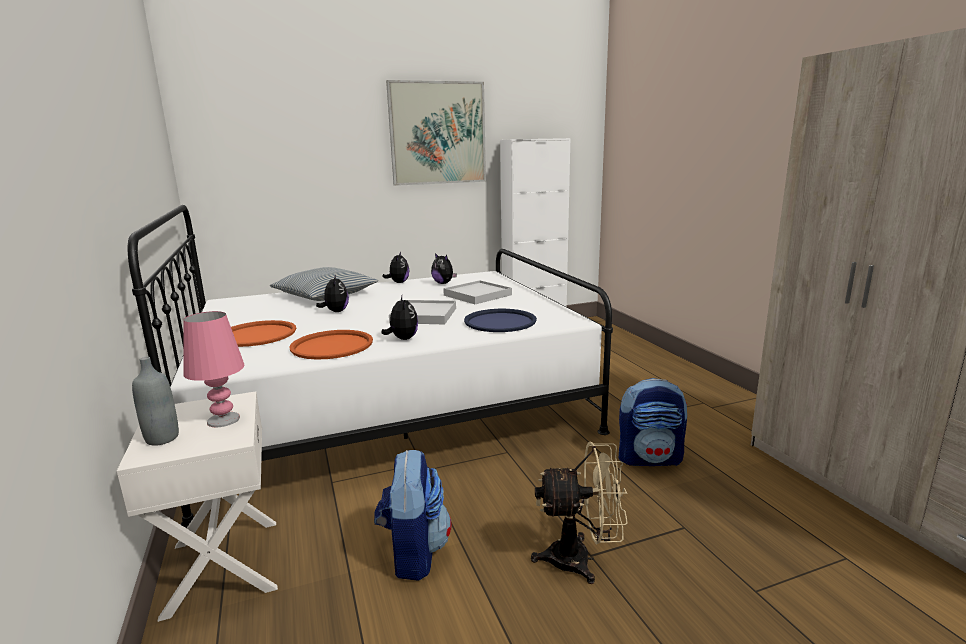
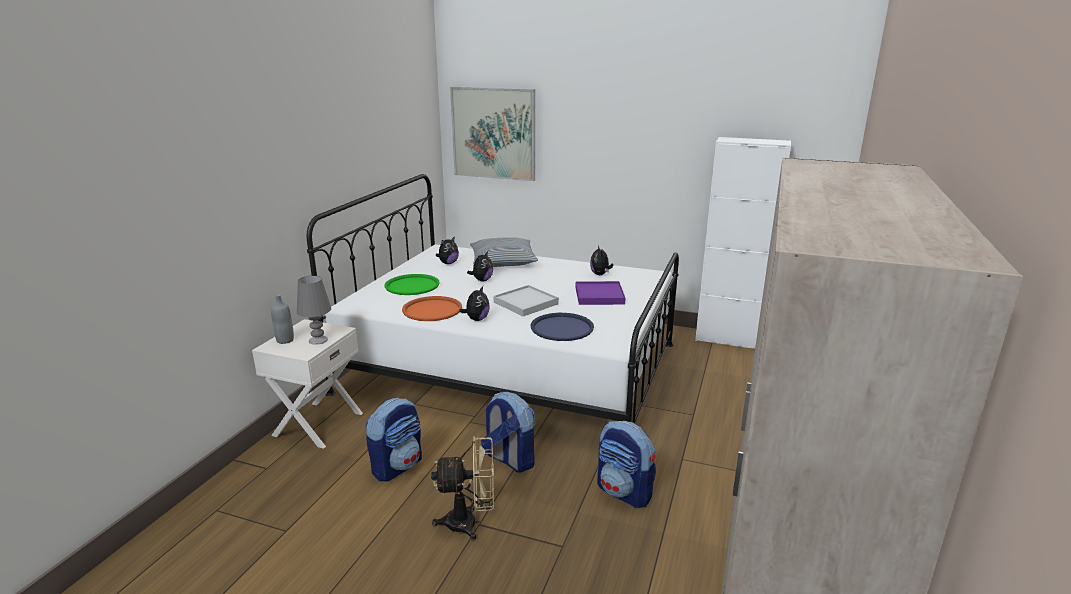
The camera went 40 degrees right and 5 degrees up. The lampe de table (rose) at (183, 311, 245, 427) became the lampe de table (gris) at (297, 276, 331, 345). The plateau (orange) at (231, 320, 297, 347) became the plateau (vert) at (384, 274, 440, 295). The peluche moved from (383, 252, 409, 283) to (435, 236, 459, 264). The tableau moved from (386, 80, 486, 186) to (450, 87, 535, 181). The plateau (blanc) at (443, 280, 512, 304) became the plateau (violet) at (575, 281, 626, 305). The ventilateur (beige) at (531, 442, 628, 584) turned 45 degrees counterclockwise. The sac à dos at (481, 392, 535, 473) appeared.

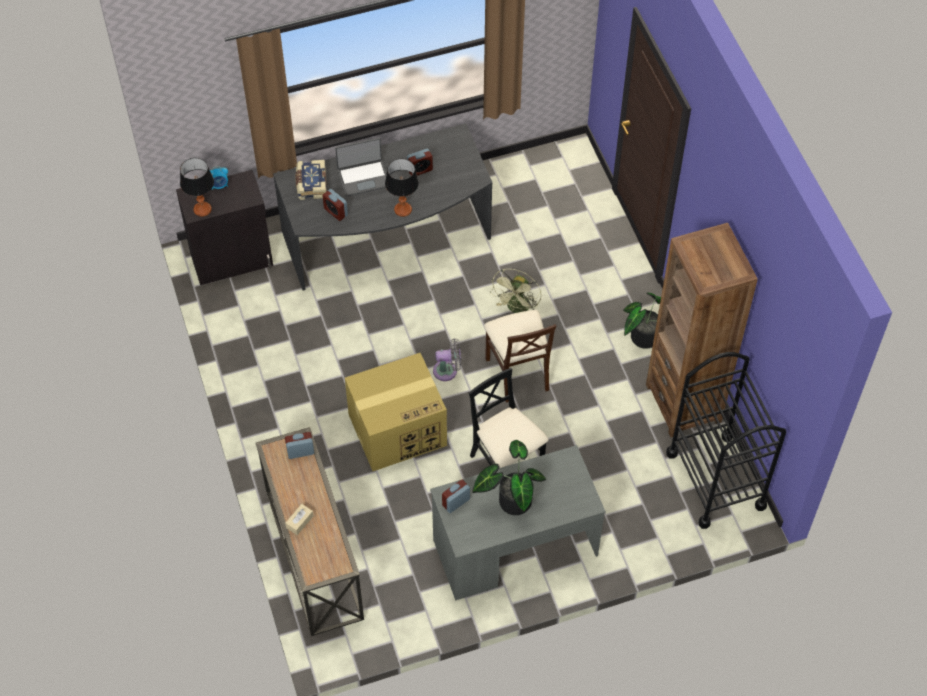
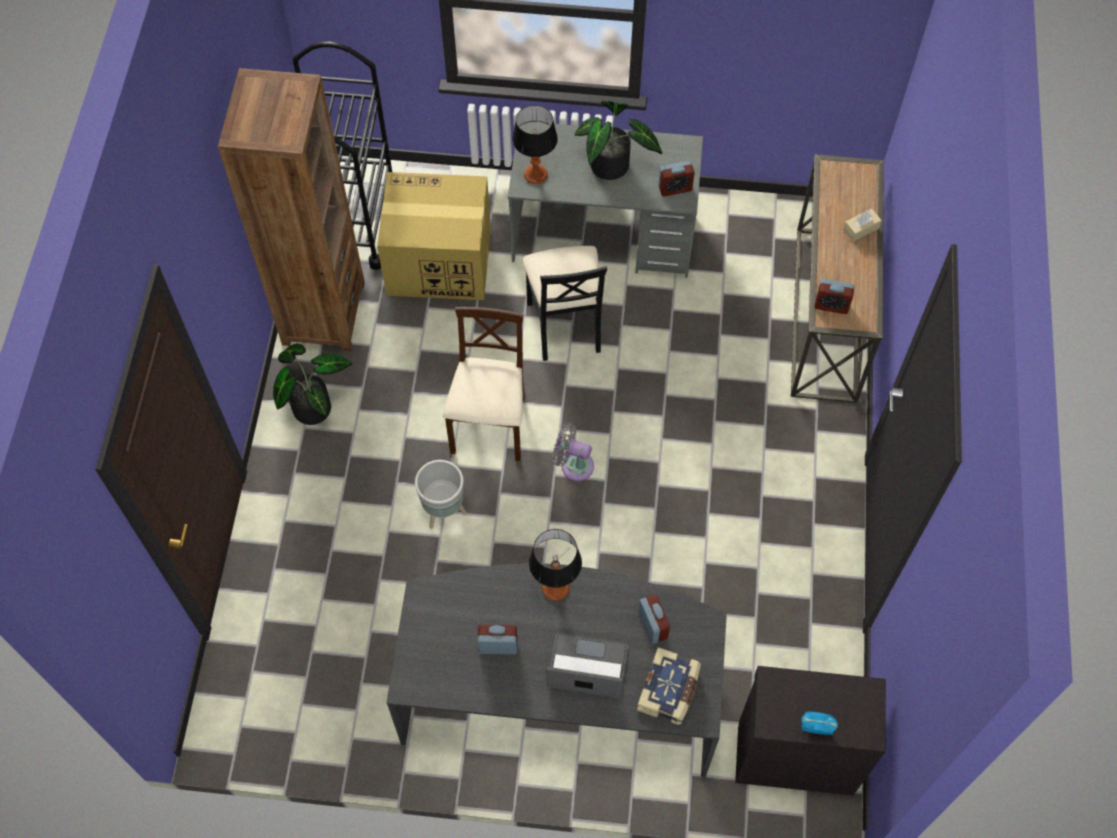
The camera went 155 degrees left and 5 degrees up. The lampe de table moved from (180, 158, 214, 217) to (512, 105, 558, 184). The carton moved from (345, 353, 447, 471) to (377, 172, 491, 300). The ventilateur (vert) at (490, 269, 541, 313) was replaced by the cache-pot (gris) at (415, 460, 467, 529).

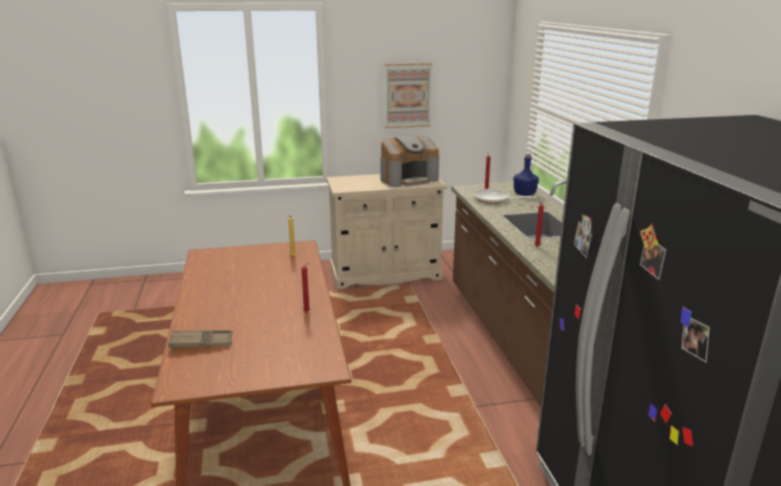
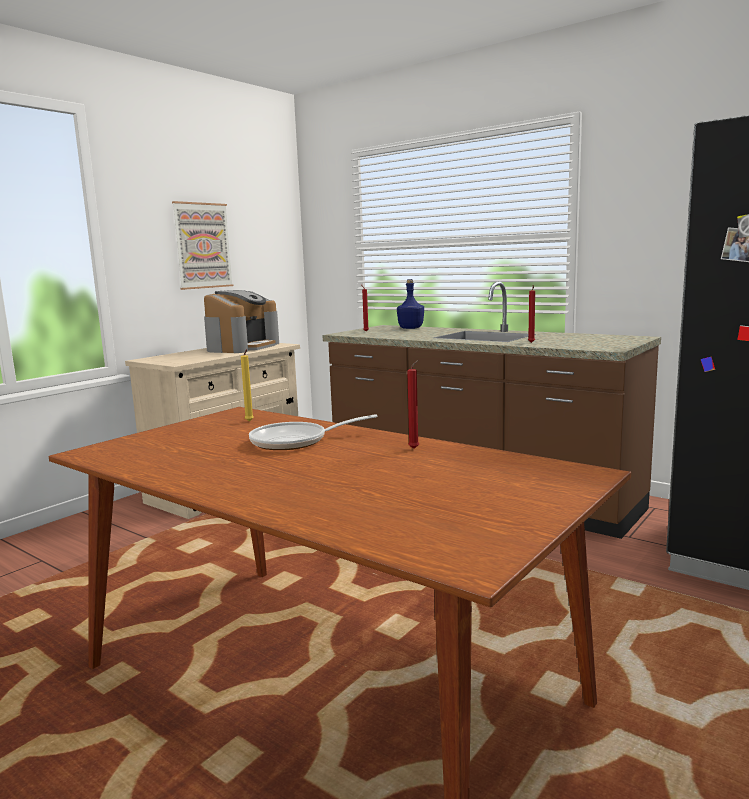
The camera went 40 degrees left and 10 degrees down. The plateau (marron) at (168, 330, 232, 349) disappeared. The poêle moved from (474, 189, 536, 204) to (249, 414, 377, 450).

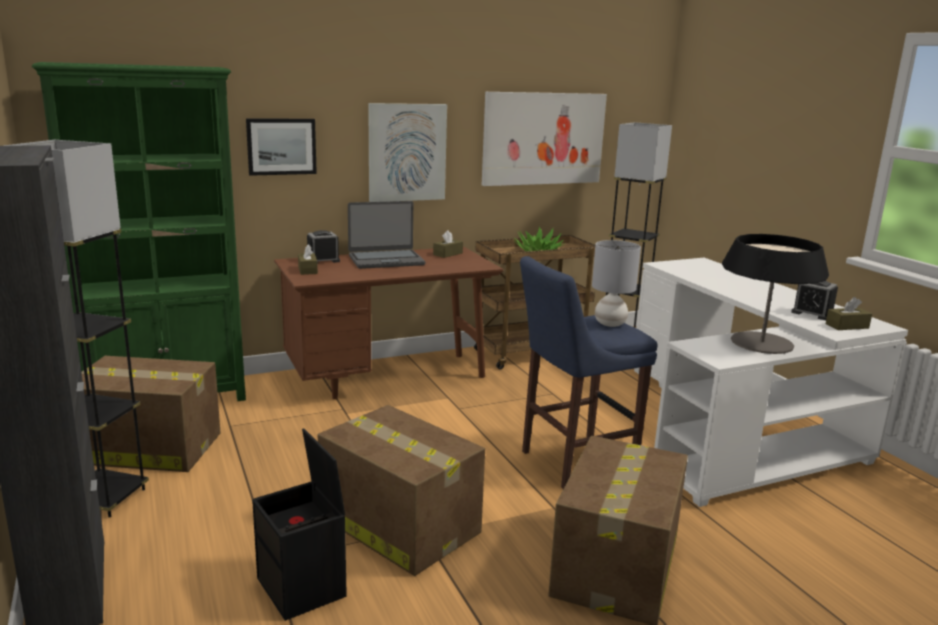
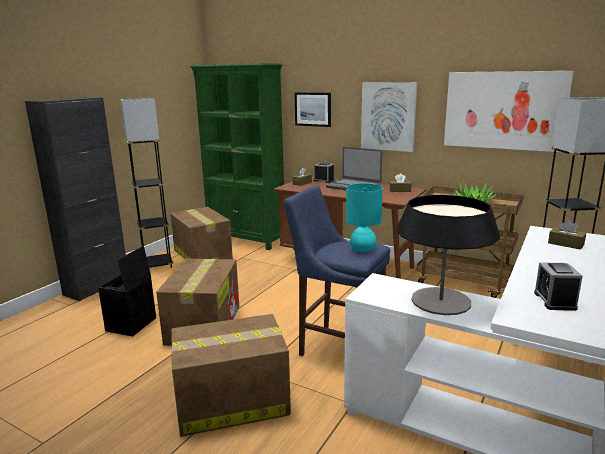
The camera went 55 degrees right and 0 degrees up. The lampe de table (gris) at (592, 240, 641, 327) became the lampe de table (turquoise) at (346, 183, 383, 252). The boîte à mouchoirs (marron) moved from (826, 297, 872, 330) to (548, 220, 586, 250).

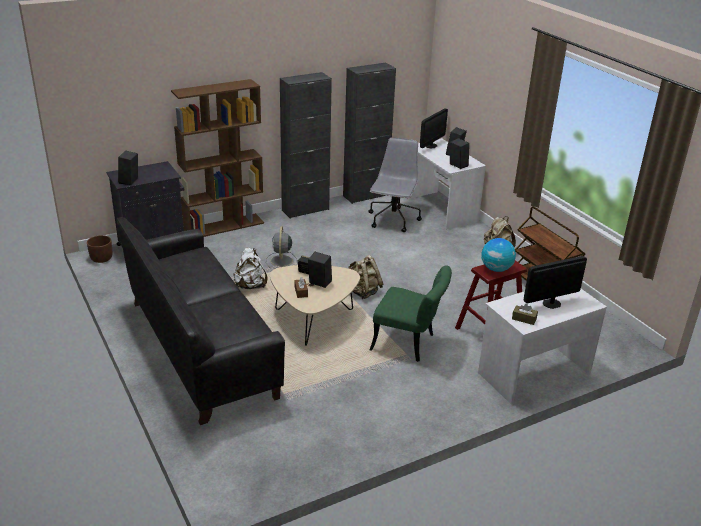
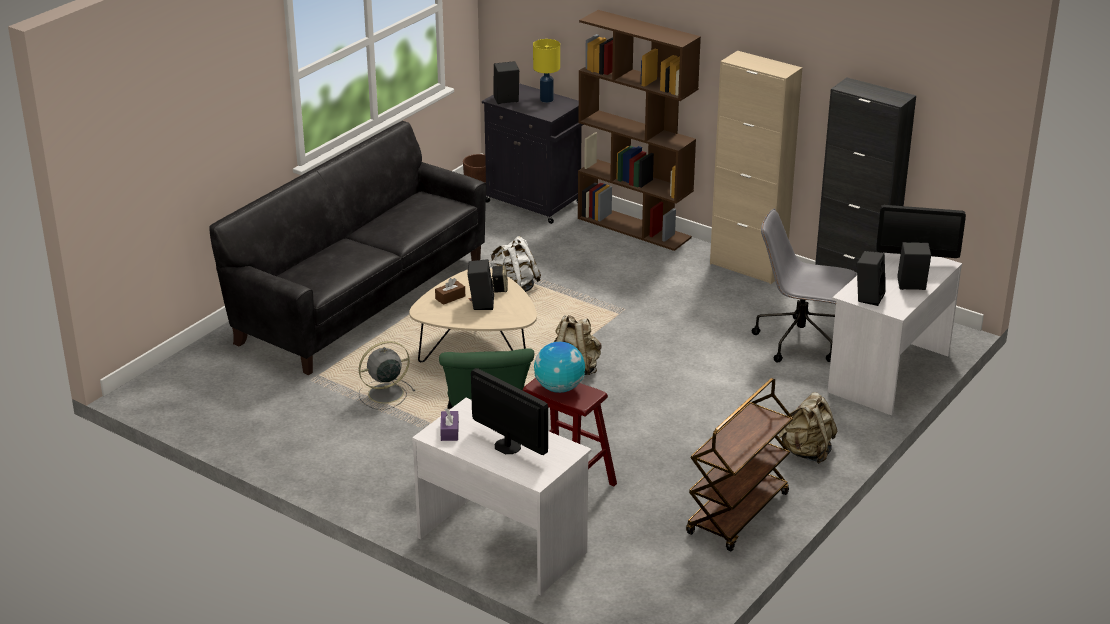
The camera went 65 degrees right and 0 degrees up. The ventilateur (gris) moved from (266, 226, 298, 269) to (359, 341, 415, 410). The meuble de rangement (noir) at (280, 72, 332, 219) became the meuble de rangement (beige) at (710, 51, 802, 284). The chaise de bureau (gris) at (368, 137, 422, 232) turned 150 degrees counterclockwise. The boîte à mouchoirs (marron) at (512, 304, 538, 325) became the boîte à mouchoirs (violet) at (440, 408, 459, 441). The lampe de table (jaune) at (533, 39, 560, 103) appeared.

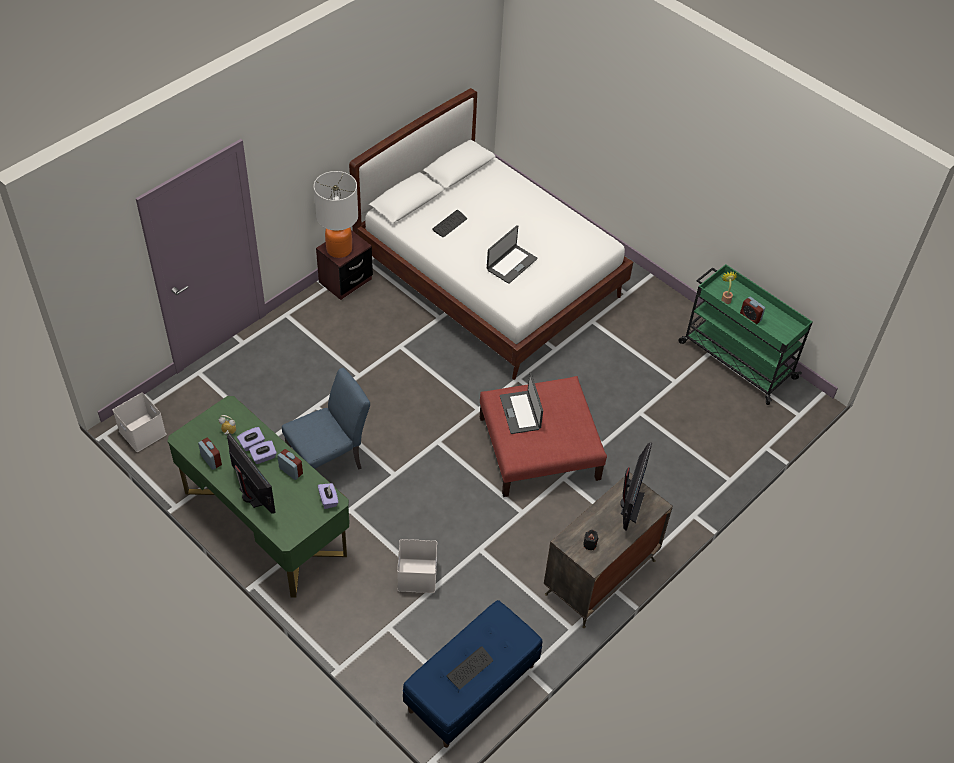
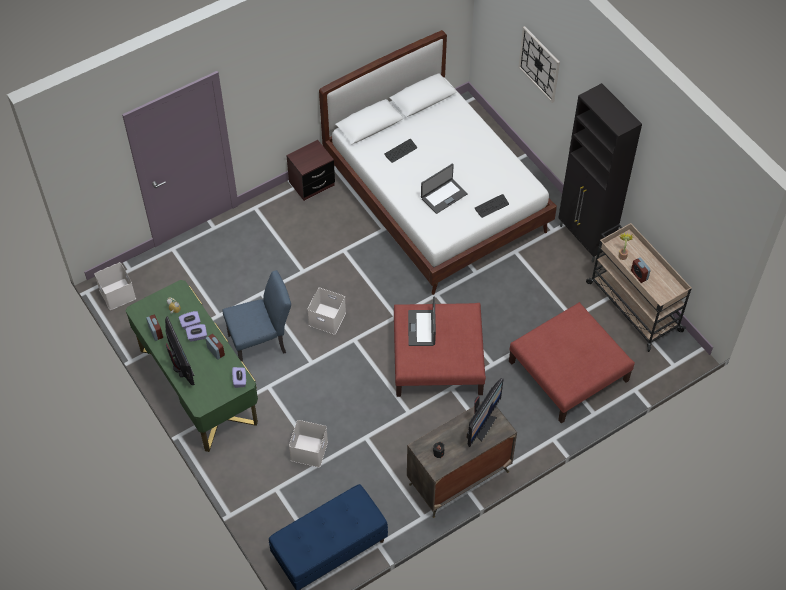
The camera went 15 degrees right and 5 degrees up. The lampe de table at (314, 171, 358, 258) disappeared. The clavier moved from (447, 646, 493, 690) to (475, 194, 509, 218). The chariot (vert) at (679, 264, 813, 405) became the chariot (beige) at (586, 223, 692, 352). The boîte de rangement (blanc) at (307, 288, 346, 335) appeared. The pouf (rouge) at (509, 302, 635, 423) appeared. The horloge murale at (518, 26, 560, 103) appeared. The meuble de rangement (noir) at (558, 83, 642, 263) appeared.

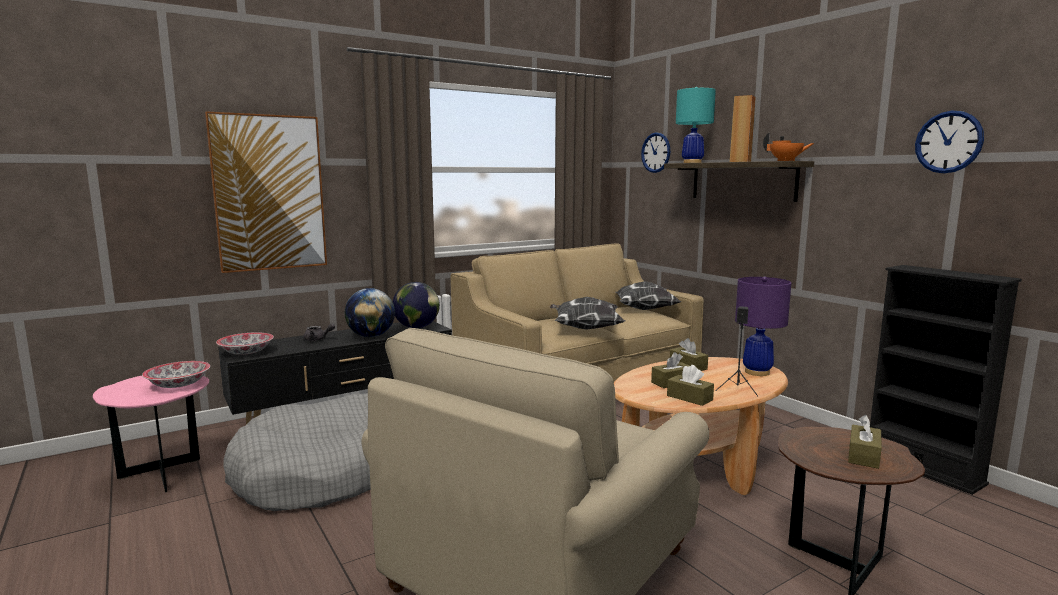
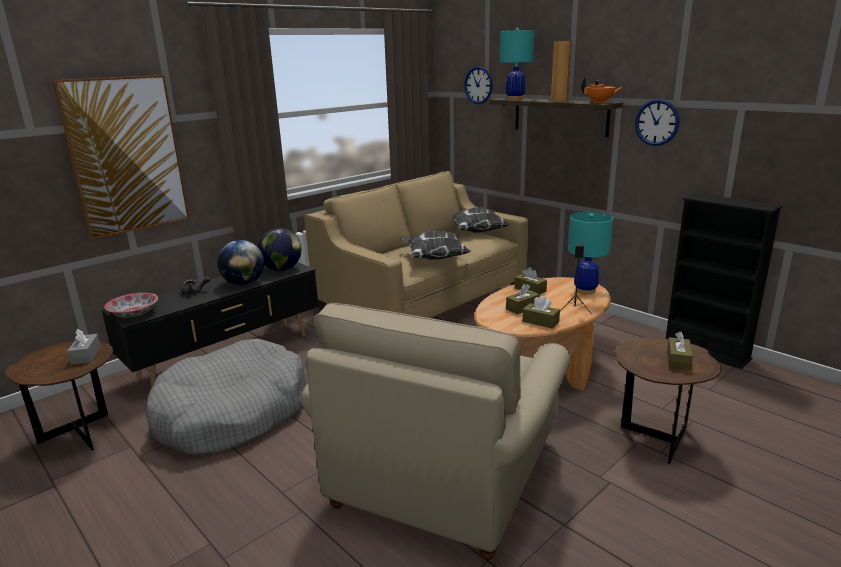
The camera went 10 degrees left and 10 degrees up. The table d'appoint (rose) at (93, 376, 209, 493) became the table d'appoint (marron) at (5, 342, 113, 451). The bol at (142, 361, 210, 388) was replaced by the boîte à mouchoirs (gris) at (67, 329, 101, 365). The lampe de table (violet) at (735, 276, 791, 376) became the lampe de table (turquoise) at (568, 212, 613, 294). The horloge murale moved from (915, 111, 984, 173) to (635, 99, 679, 146).

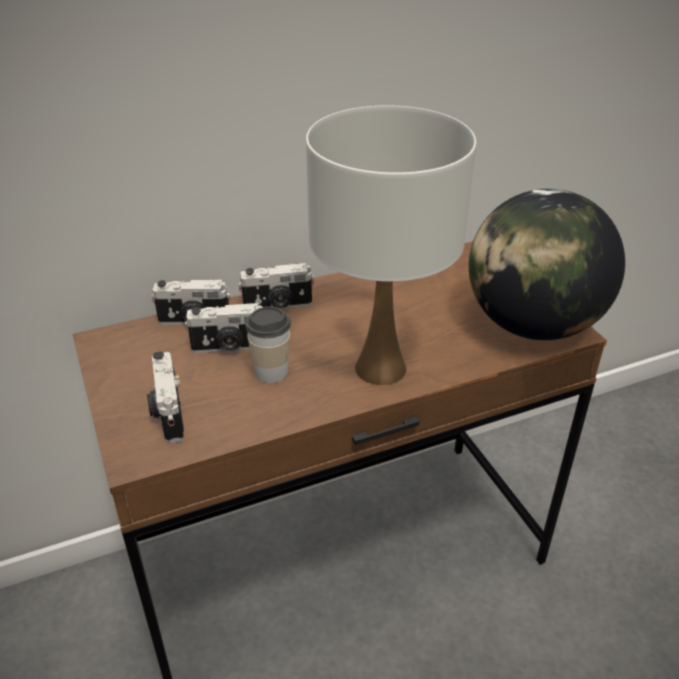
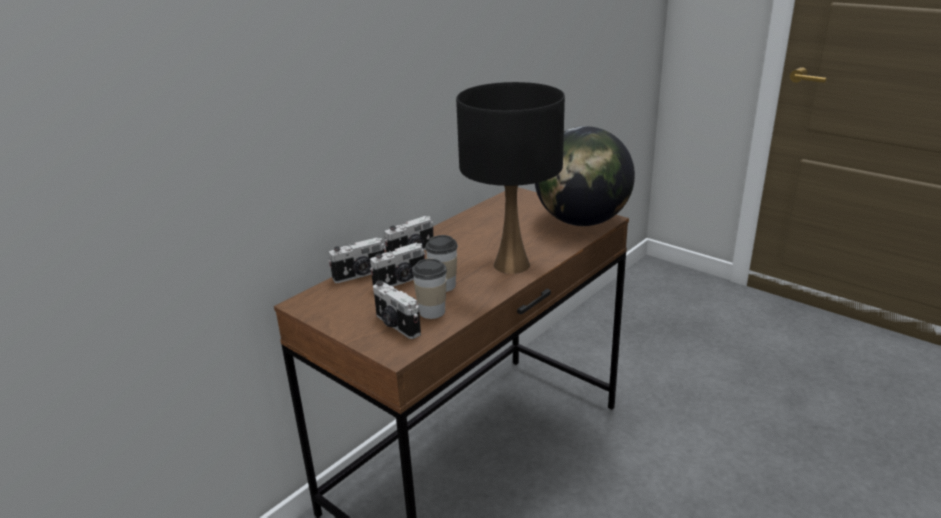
The camera went 25 degrees left and 10 degrees down. The lampe de table (blanc) at (306, 105, 476, 385) became the lampe de table (noir) at (456, 82, 565, 274). The tasse at (412, 259, 447, 319) appeared.

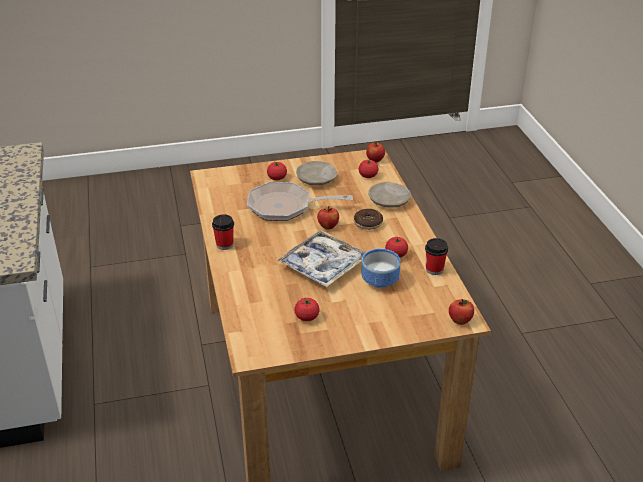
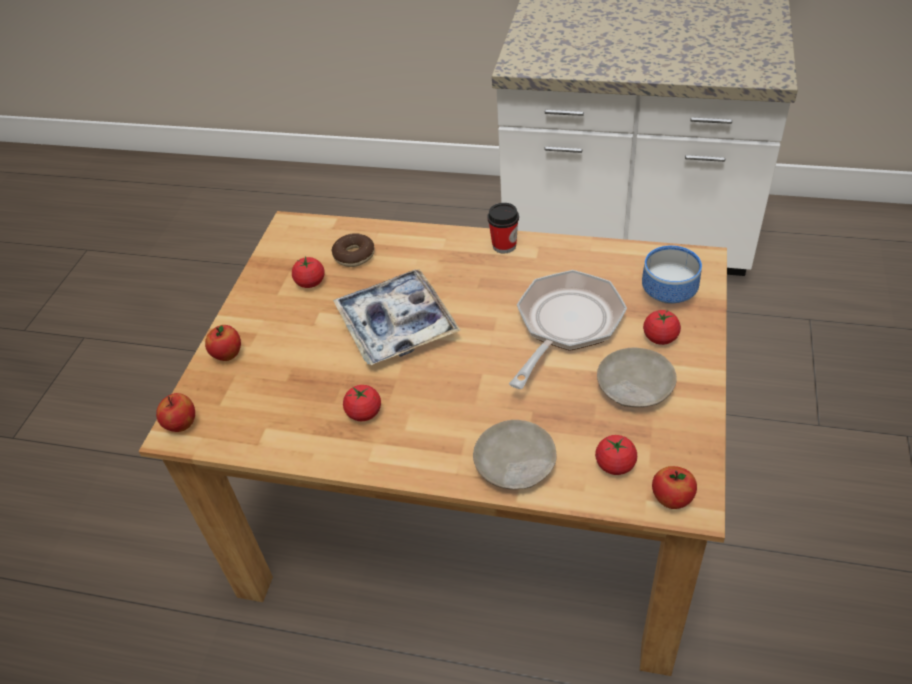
The camera went 120 degrees right and 10 degrees up. The pomme moved from (317, 206, 339, 230) to (205, 325, 241, 361). The beignet moved from (354, 209, 383, 230) to (332, 233, 375, 267). The bol moved from (361, 249, 400, 288) to (642, 245, 702, 304). The tasse at (425, 238, 448, 275) disappeared.

